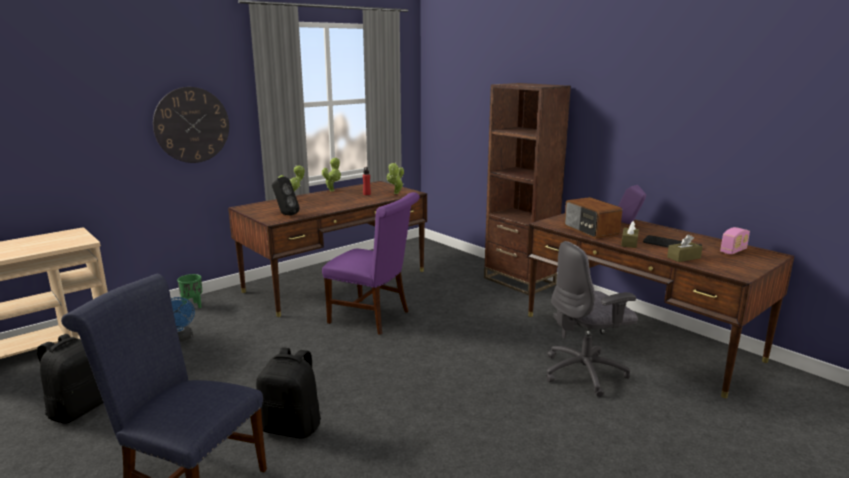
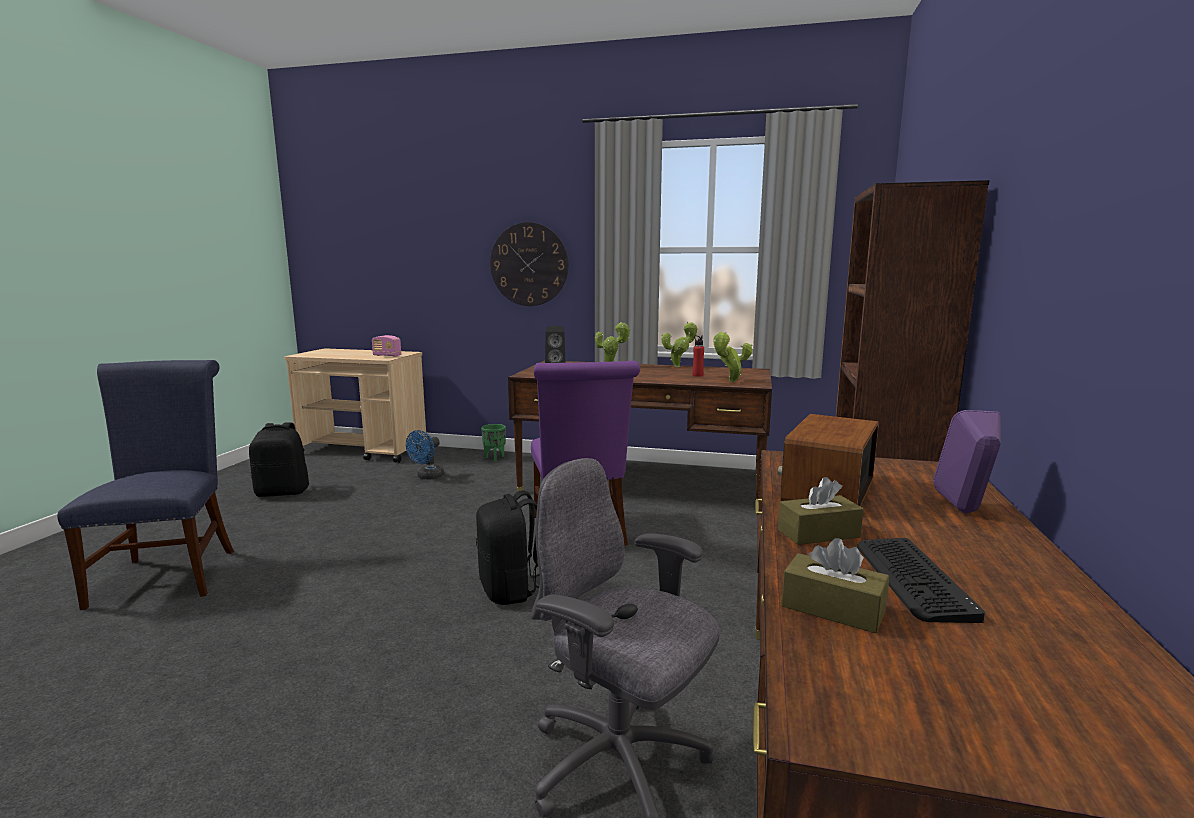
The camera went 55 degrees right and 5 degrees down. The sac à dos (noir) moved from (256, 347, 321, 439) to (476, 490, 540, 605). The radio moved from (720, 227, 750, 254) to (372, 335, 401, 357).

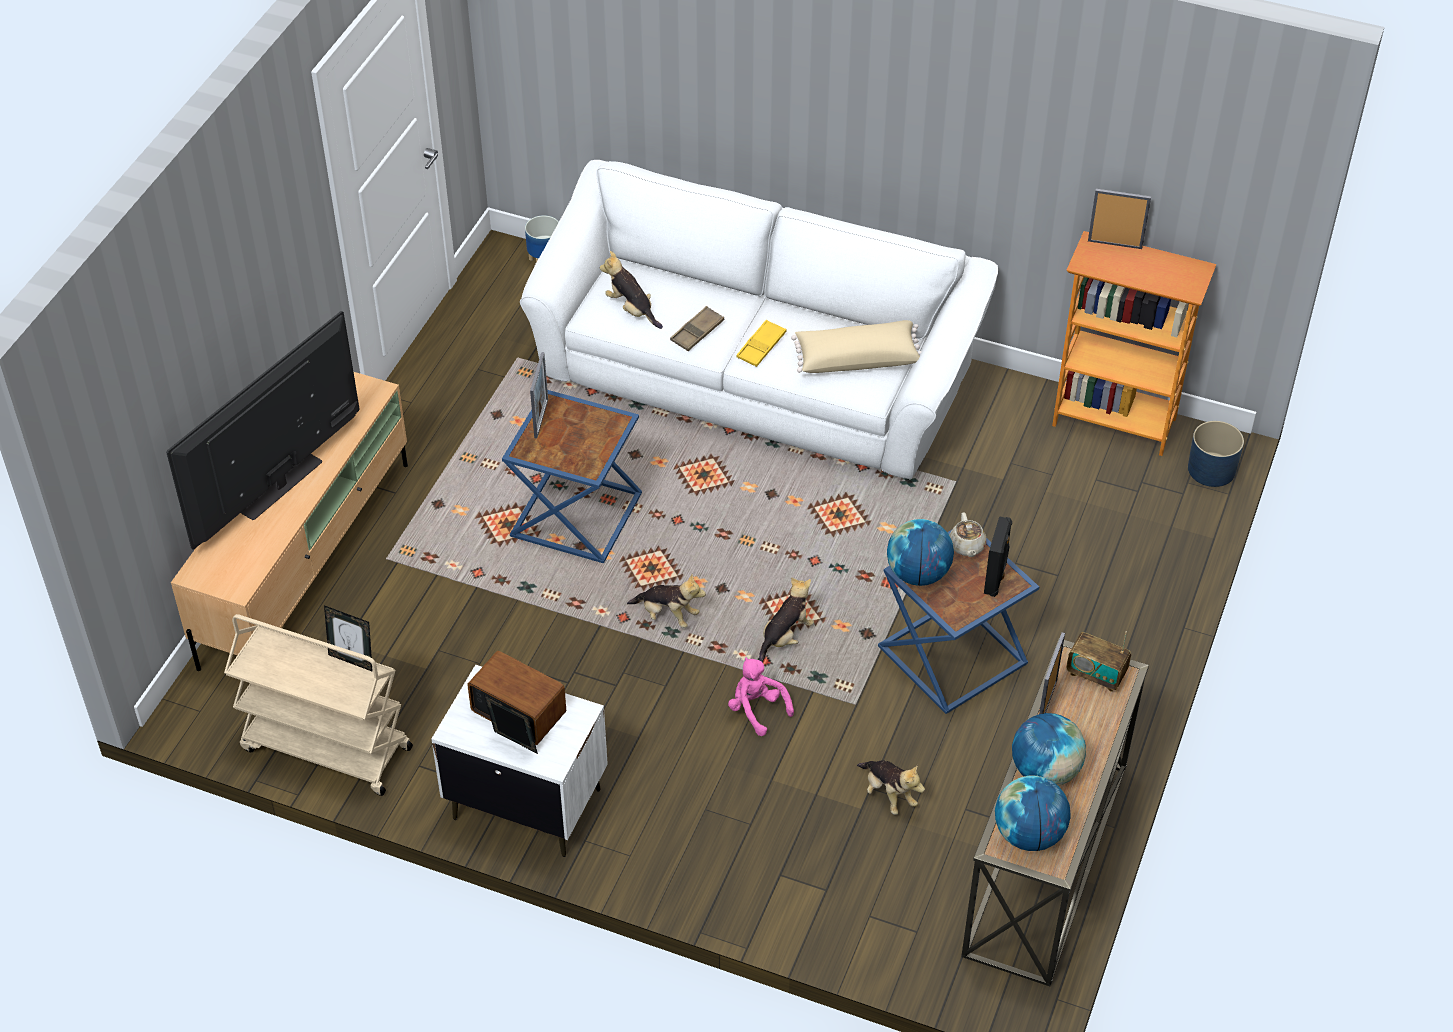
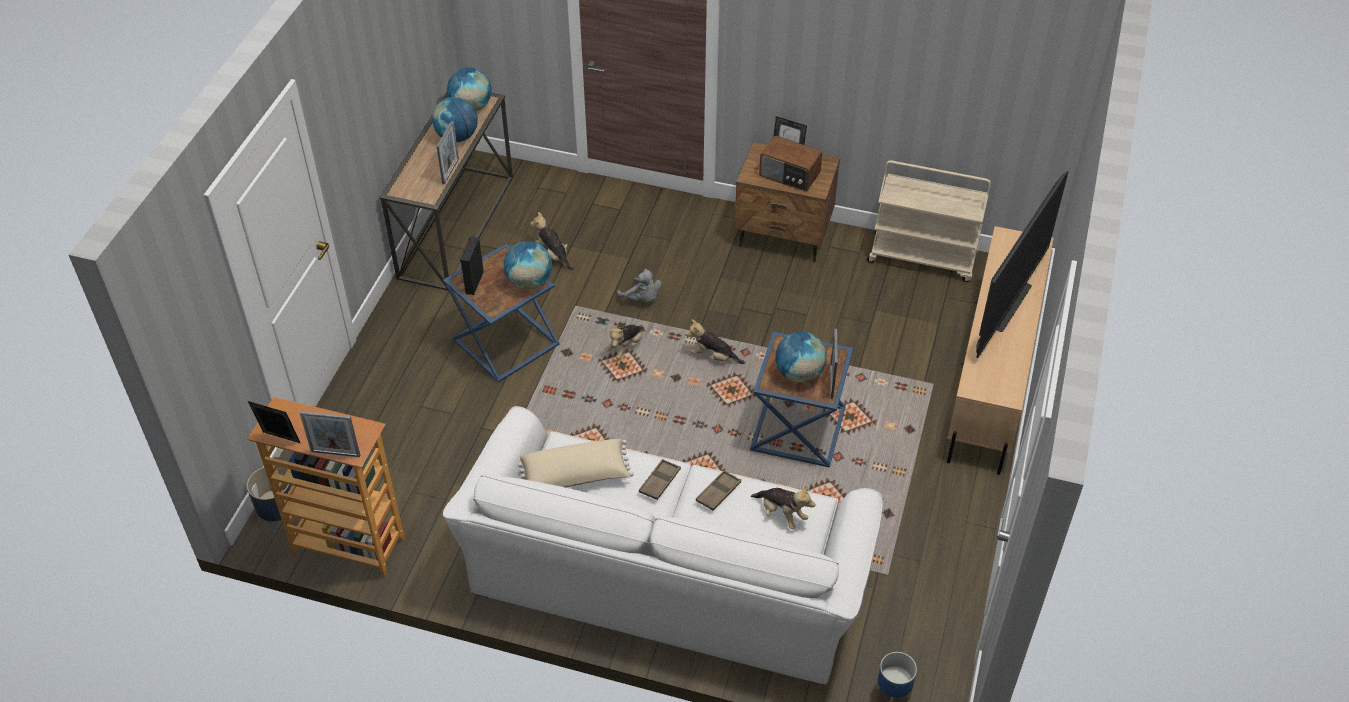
The camera went 175 degrees right and 0 degrees up. The cadre photo moved from (324, 605, 373, 672) to (248, 401, 300, 443). The table de chevet (blanc) at (431, 665, 608, 857) became the table de chevet (marron) at (734, 142, 840, 262). The peluche (rose) at (728, 658, 794, 736) became the peluche (gris) at (617, 269, 662, 303). The plateau (jaune) at (736, 320, 786, 367) became the plateau (marron) at (639, 459, 681, 500). The théière (beige) at (949, 512, 986, 557) disappeared. The radio at (1067, 632, 1131, 692) disappeared. The globe at (775, 331, 826, 382) appeared.

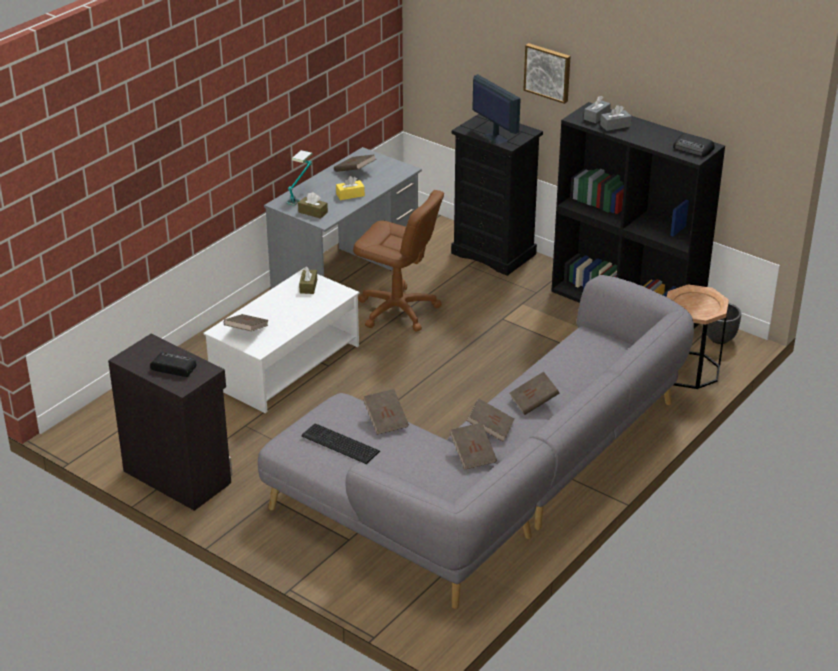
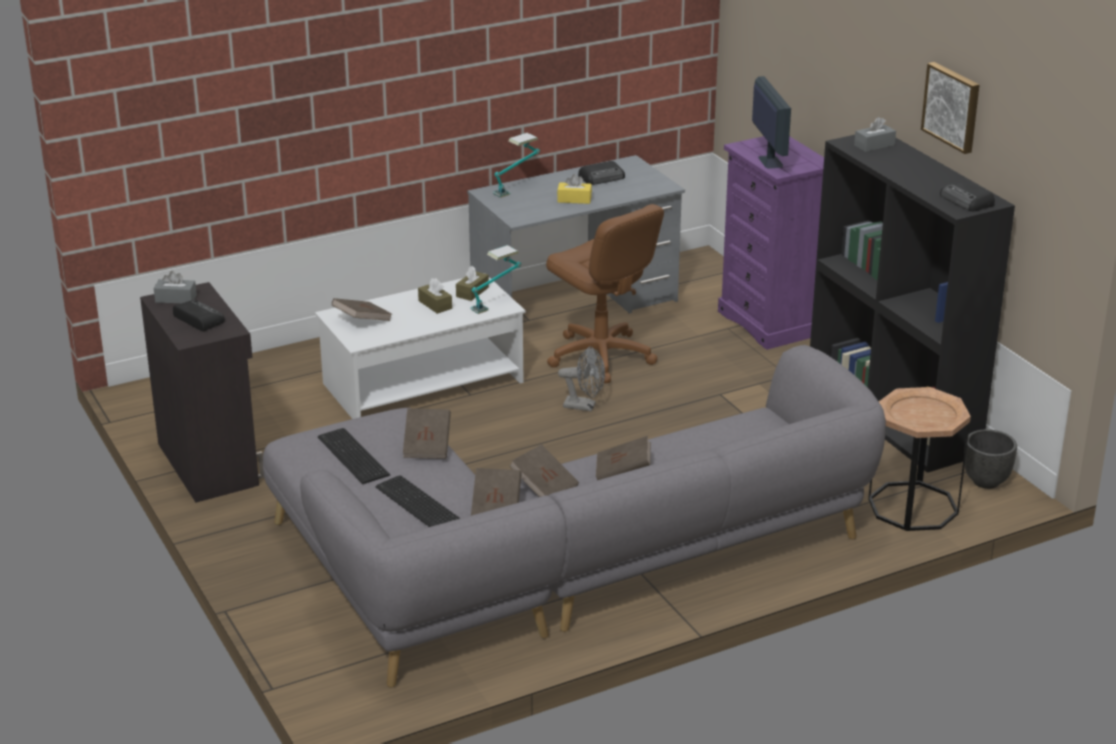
The camera went 25 degrees right and 5 degrees down. The boîte à mouchoirs (marron) moved from (298, 192, 328, 219) to (418, 278, 452, 314). The livre (marron) at (334, 154, 376, 172) was replaced by the radio at (578, 161, 625, 185). The commode (noir) at (451, 114, 543, 276) became the commode (violet) at (718, 136, 824, 350). The tableau moved from (523, 43, 571, 104) to (921, 62, 979, 154). The boîte à mouchoirs (gris) moved from (600, 105, 632, 131) to (154, 271, 197, 304). The clavier at (376, 475, 461, 527) appeared. The lampe de table at (471, 245, 521, 314) appeared. The ventilateur (gris) at (558, 346, 605, 412) appeared.

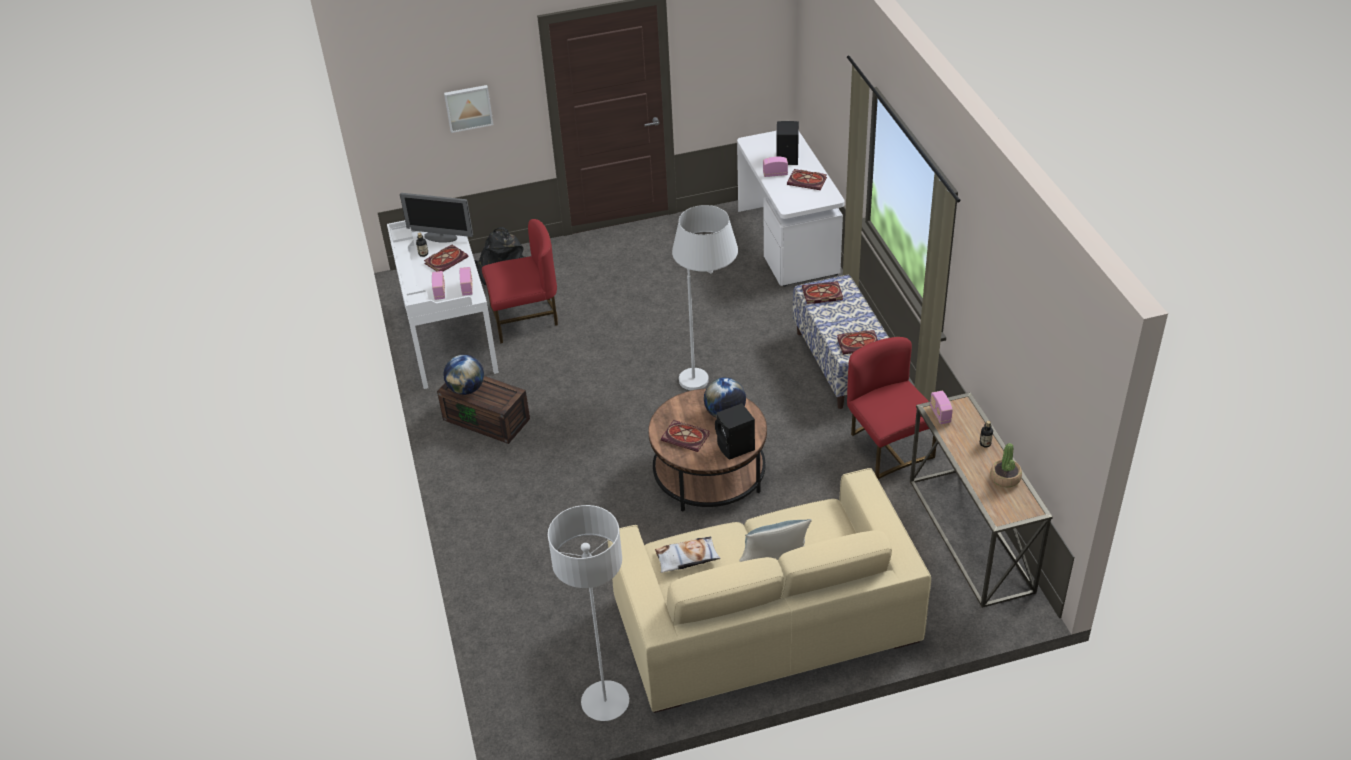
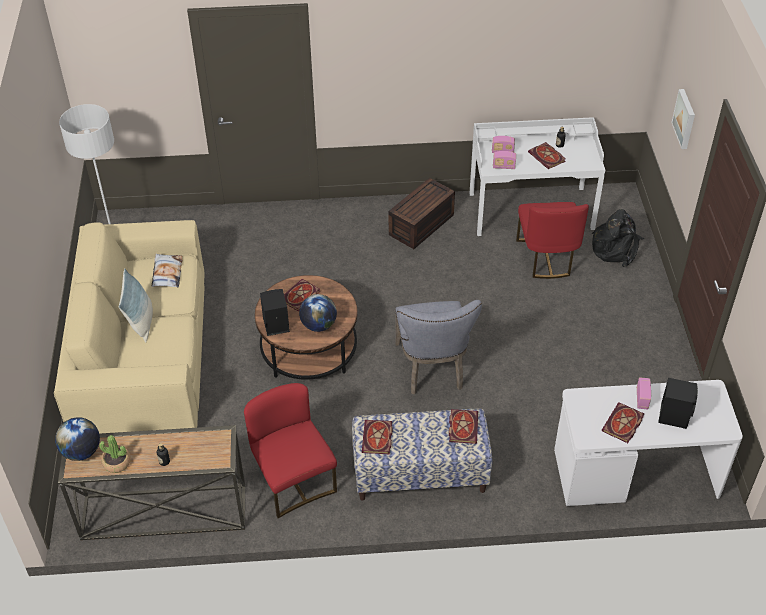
The camera went 100 degrees right and 5 degrees up. The écran d'ordinateur at (400, 193, 473, 243) disappeared. The globe moved from (443, 355, 484, 395) to (55, 417, 100, 461). The lampadaire (blanc) at (672, 205, 738, 390) was replaced by the chaise (gris) at (395, 300, 482, 395). The chaise (rouge) at (847, 337, 937, 479) turned 105 degrees counterclockwise. The radio at (930, 391, 953, 424) disappeared.

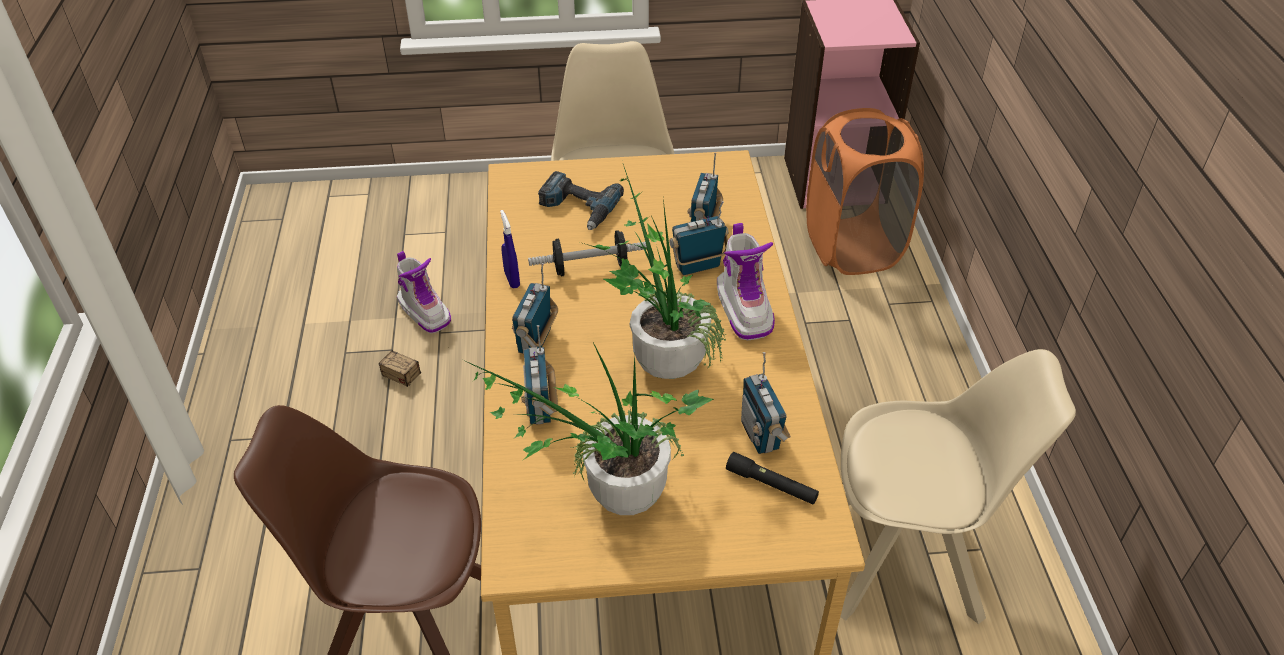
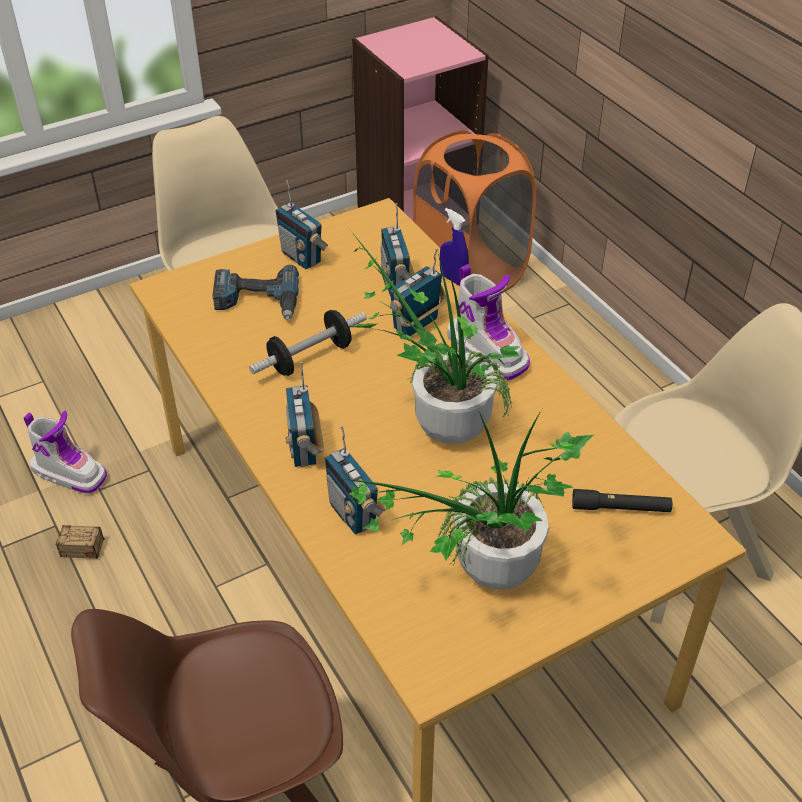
The camera went 25 degrees left and 0 degrees up. The vaporisateur (bleu) moved from (500, 210, 520, 288) to (440, 208, 469, 286). The radio moved from (741, 352, 791, 454) to (275, 180, 328, 269).

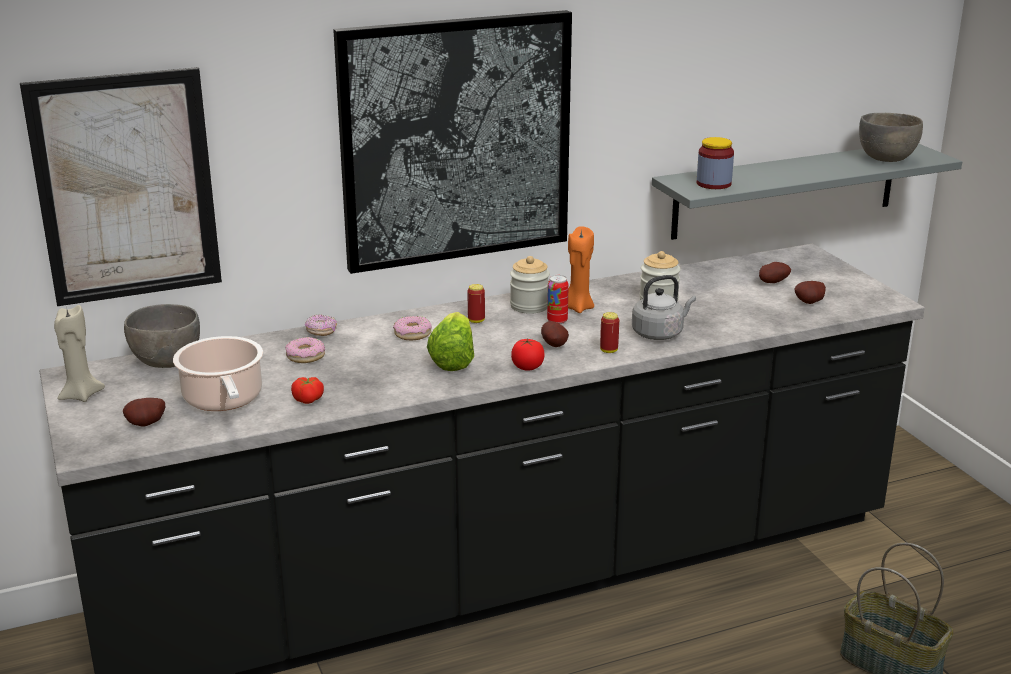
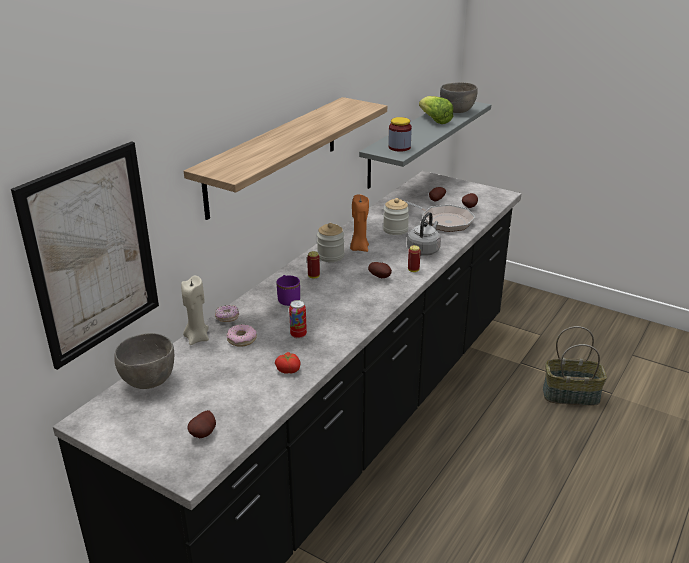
The camera went 35 degrees left and 5 degrees up. The bougie (beige) moved from (54, 305, 105, 402) to (181, 276, 209, 345). The marmite at (173, 336, 263, 411) disappeared. The tableau at (333, 10, 572, 274) was replaced by the étagère at (184, 97, 387, 220). The beignet at (393, 316, 432, 340) was replaced by the mug (violet) at (276, 275, 300, 306). The laitue moved from (427, 312, 474, 371) to (419, 96, 453, 124). The tomate at (511, 338, 545, 371) disappeared. The boîte métallique moved from (547, 275, 569, 324) to (289, 300, 307, 339). The poêle at (405, 201, 475, 232) appeared.

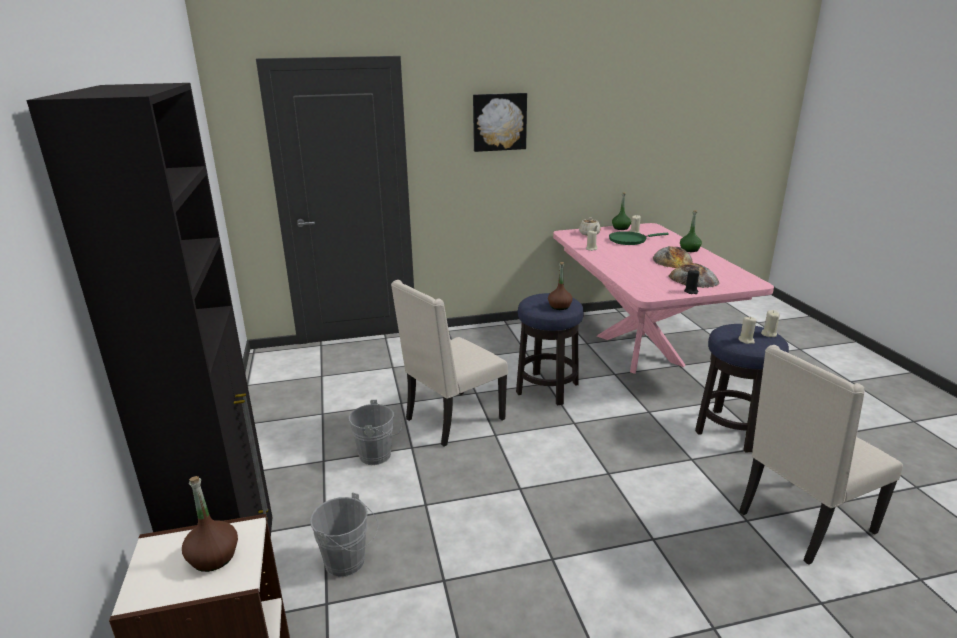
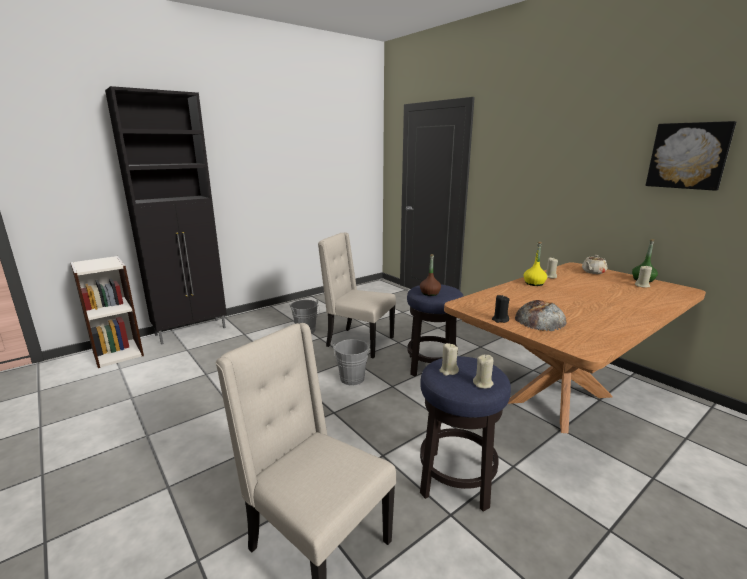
The camera went 65 degrees right and 5 degrees down. The bouteille (marron) at (182, 476, 238, 572) disappeared. The seau (gris) moved from (310, 492, 379, 577) to (333, 339, 370, 386). The tableau moved from (473, 93, 527, 152) to (646, 121, 736, 191). The table à manger (rose) at (553, 223, 774, 374) became the table à manger (marron) at (444, 262, 706, 433). The poêle (vert) at (609, 231, 669, 245) disappeared. The pain at (653, 246, 693, 268) disappeared. The bouteille (vert) at (680, 210, 702, 252) disappeared. The bouteille (jaune) at (524, 242, 547, 286) appeared.

